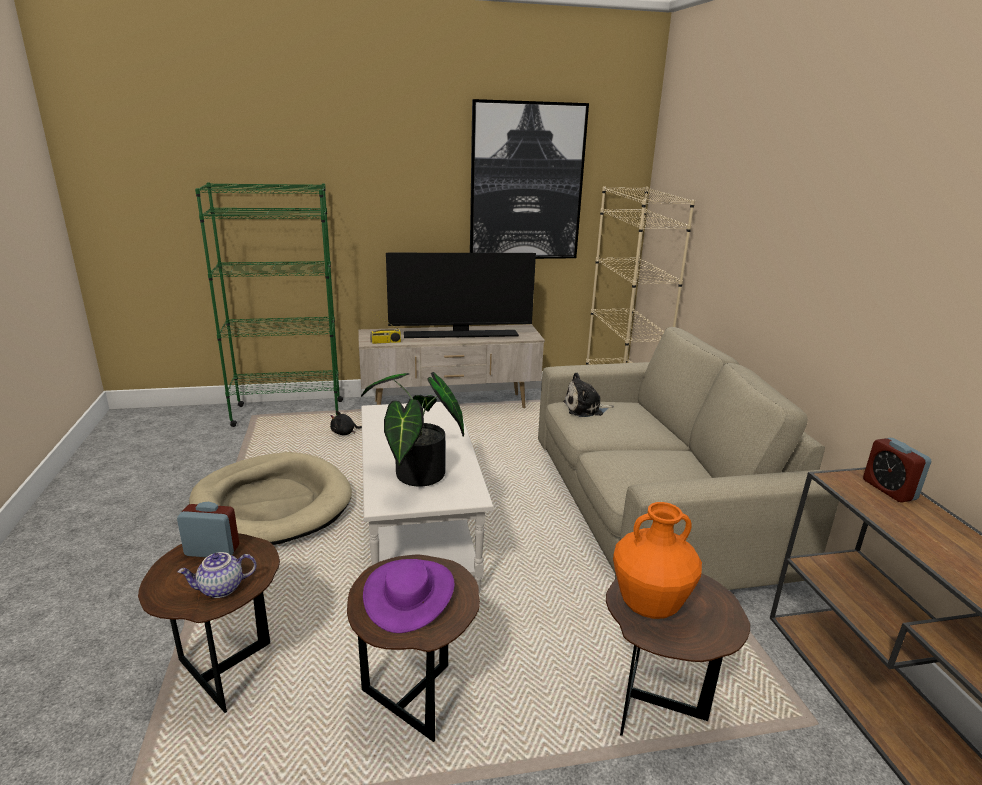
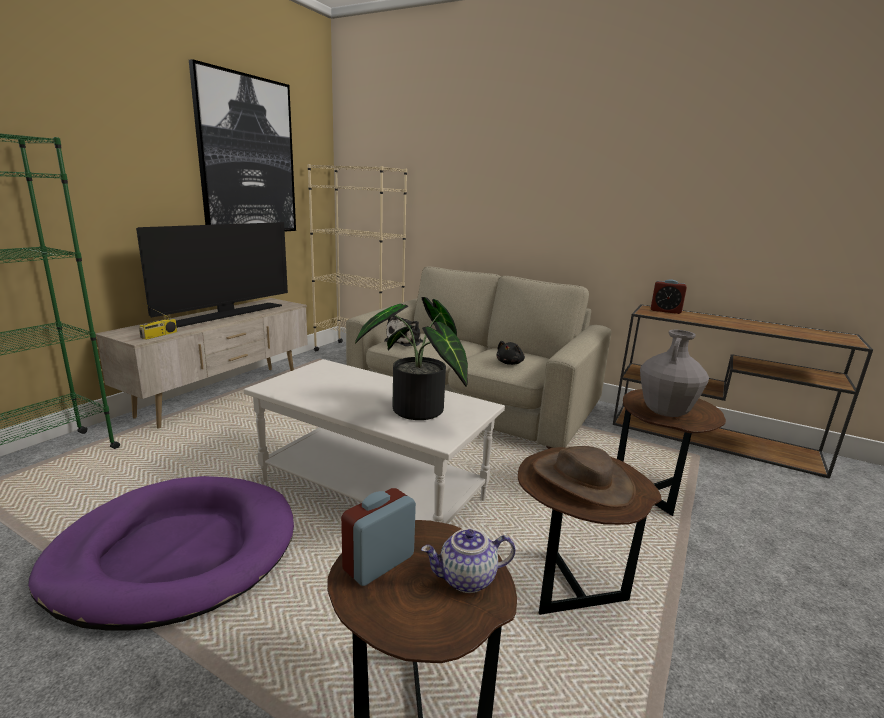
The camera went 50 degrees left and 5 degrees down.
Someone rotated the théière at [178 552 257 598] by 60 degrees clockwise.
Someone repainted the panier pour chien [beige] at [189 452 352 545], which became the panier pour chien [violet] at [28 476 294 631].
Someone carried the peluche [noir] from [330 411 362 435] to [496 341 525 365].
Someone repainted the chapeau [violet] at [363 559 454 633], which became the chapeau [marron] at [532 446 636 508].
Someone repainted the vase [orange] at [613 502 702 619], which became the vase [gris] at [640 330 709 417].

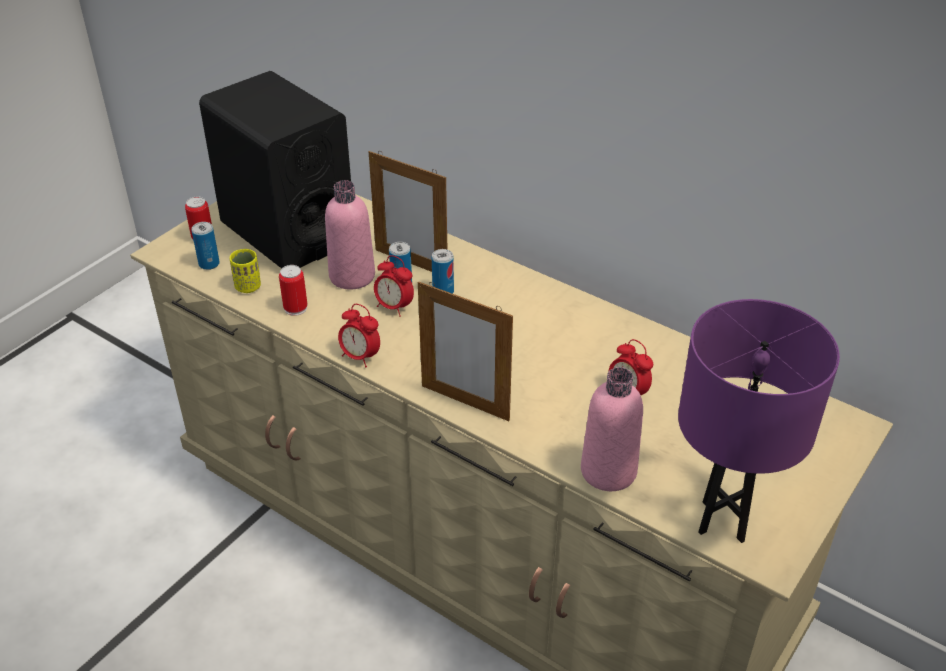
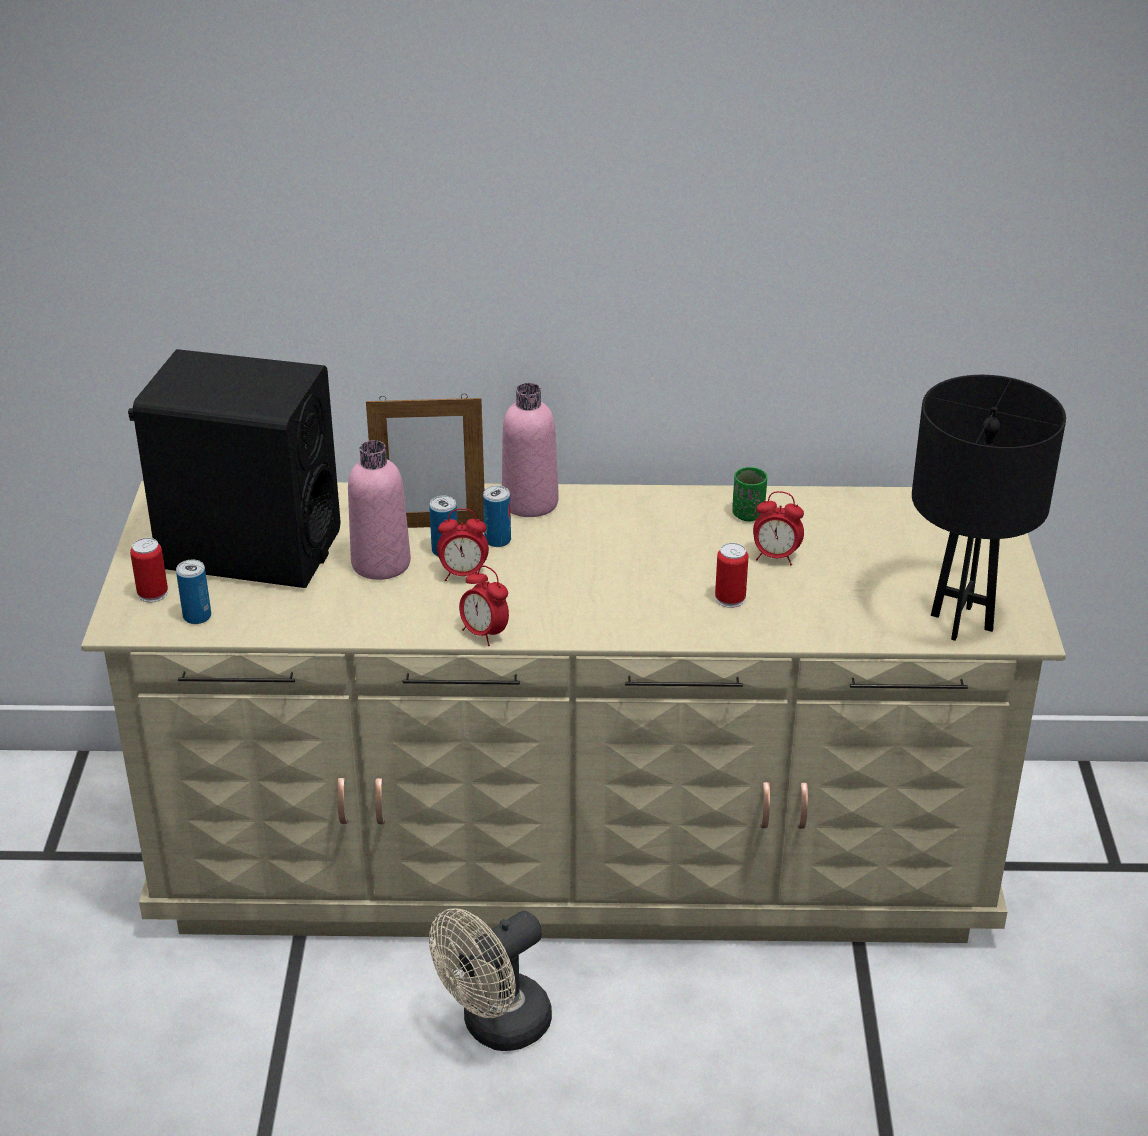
The camera went 35 degrees left and 5 degrees down.
Someone took away the tasse [jaune] at [230 249 261 293].
Someone carried the boîte métallique from [279 265 307 316] to [715 543 748 608].
Someone rotated the réveil at [338 304 380 367] by 45 degrees clockwise.
Someone took away the cadre photo at [418 281 513 421].
Someone carried the bouteille [rose] from [581 367 643 491] to [502 383 559 517].
Someone repainted the lampe de table [violet] at [678 299 840 543], which became the lampe de table [noir] at [912 375 1066 641].
Someone put down the ventilateur [beige] at [429 908 552 1051].
Someone put down the tasse [vert] at [732 467 767 521].

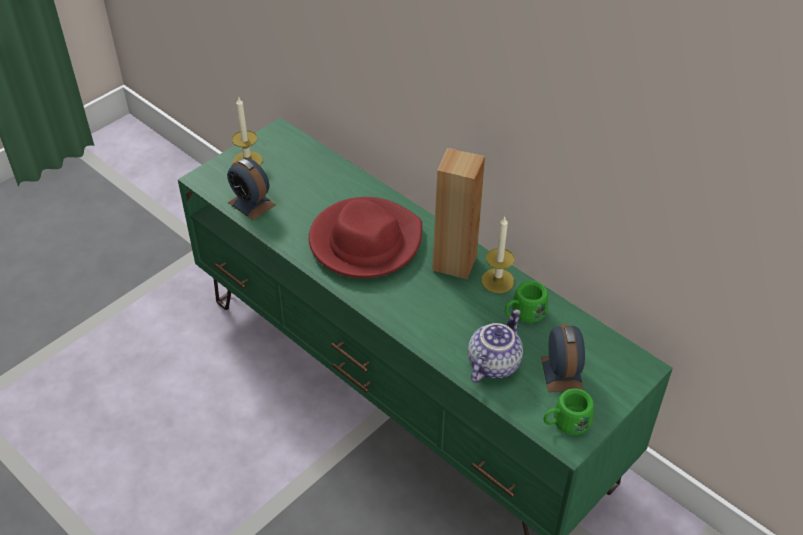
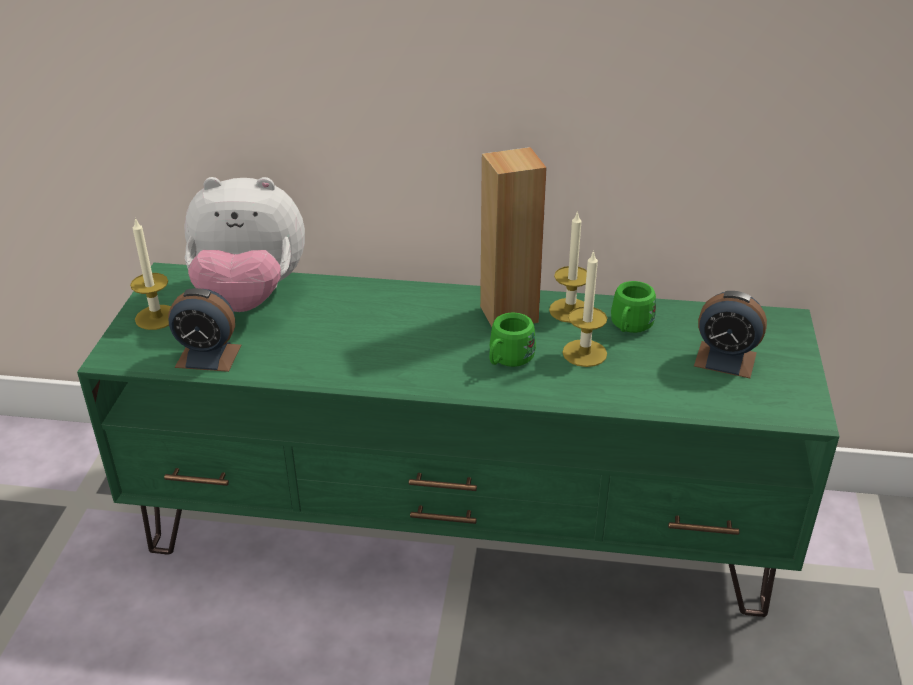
The camera went 35 degrees left and 10 degrees down.
Someone took away the chapeau [rouge] at [309 197 422 278].
Someone took away the théière at [468 309 523 383].
Someone rotated the réveil at [541 324 585 392] by 150 degrees clockwise.
Someone carried the mug [vert] from [544 388 594 435] to [489 313 536 367].
Someone put down the peluche at [184 177 305 312].
Someone put down the bougie at [562 250 607 367].

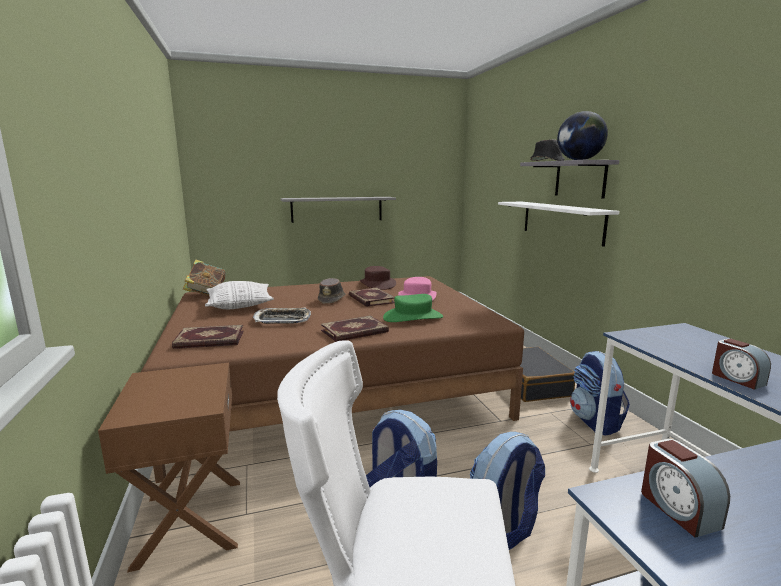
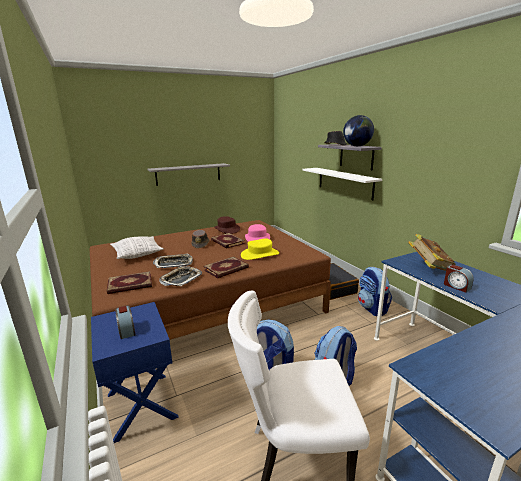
The camera went 10 degrees left and 5 degrees up.
Someone repainted the table de chevet [marron] at [98 363 240 572], which became the table de chevet [bleu] at [91 302 179 443].
Someone carried the livre from [183 259 226 296] to [408 234 455 271].
Someone repainted the chapeau [vert] at [383 294 443 322], which became the chapeau [jaune] at [241 239 279 260].
Someone carried the réveil from [641 439 730 538] to [115 306 136 339].
Someone put down the plateau at [159 266 202 286].

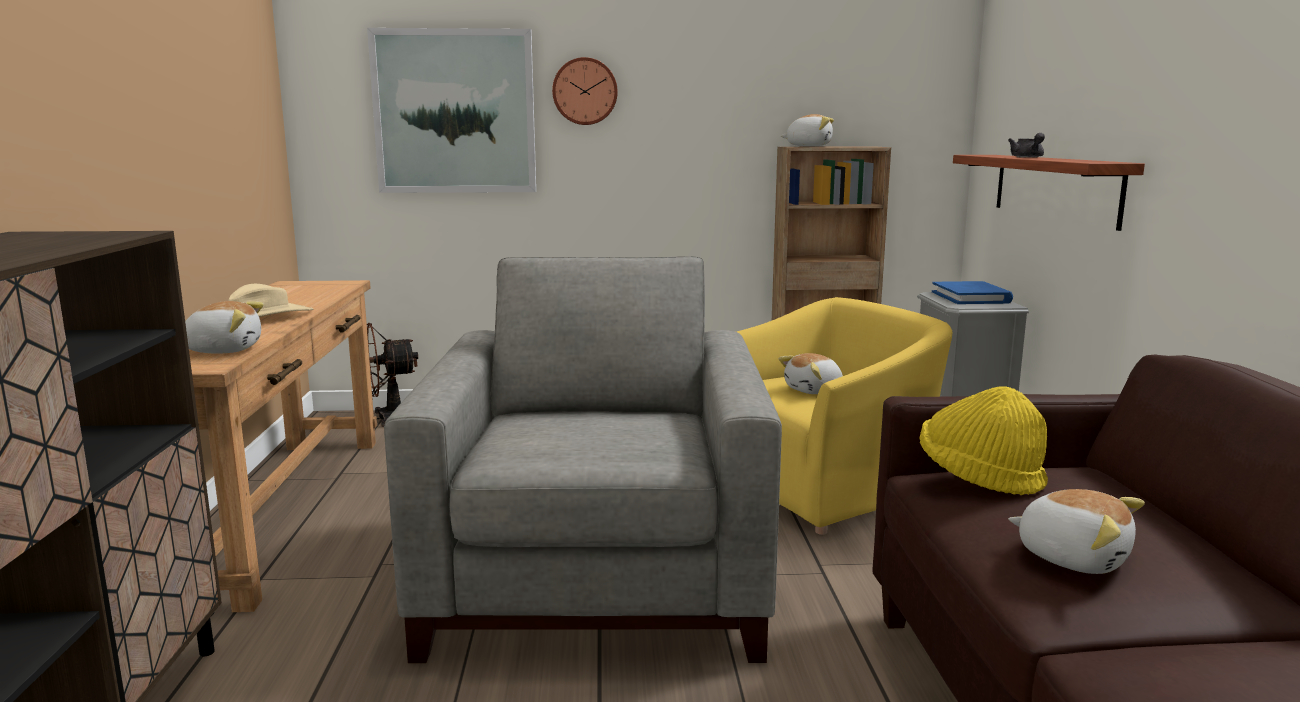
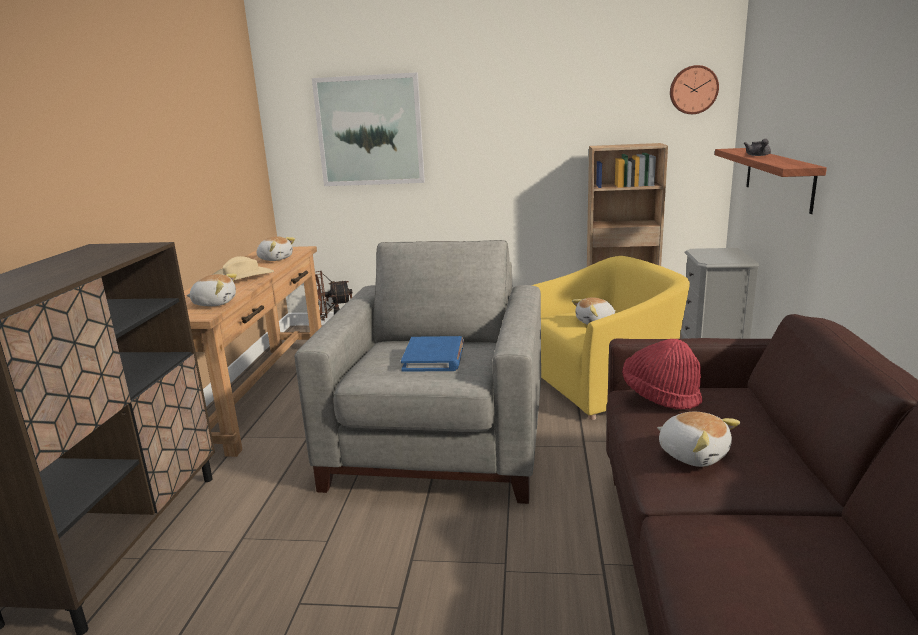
The camera went 10 degrees right and 5 degrees up.
Someone carried the horloge murale from [552 57 618 125] to [670 65 719 114].
Someone carried the peluche from [781 114 834 147] to [257 236 295 261].
Someone repainted the chapeau [jaune] at [920 386 1048 495], which became the chapeau [rouge] at [622 339 703 410].
Someone carried the livre [bleu] from [932 281 1013 304] to [401 336 464 372].

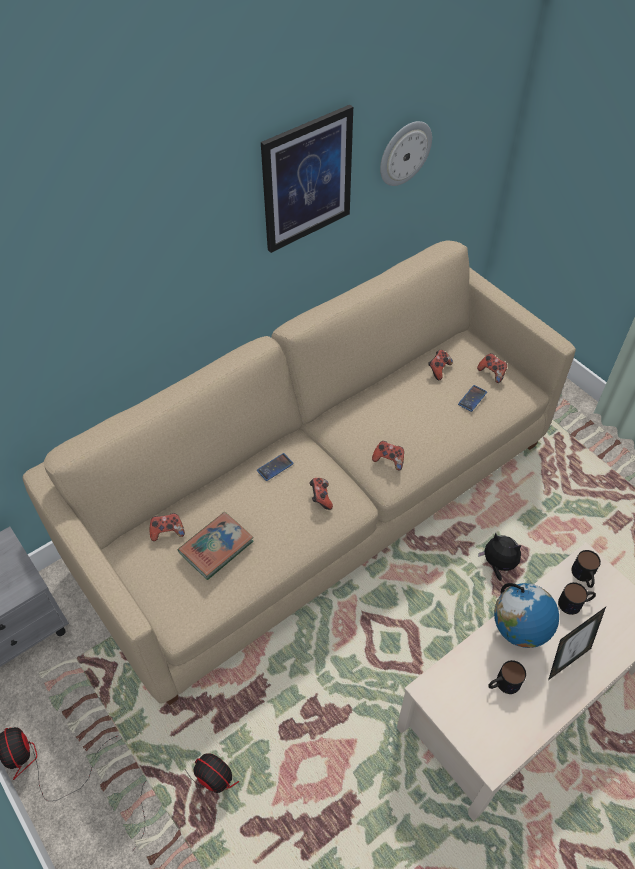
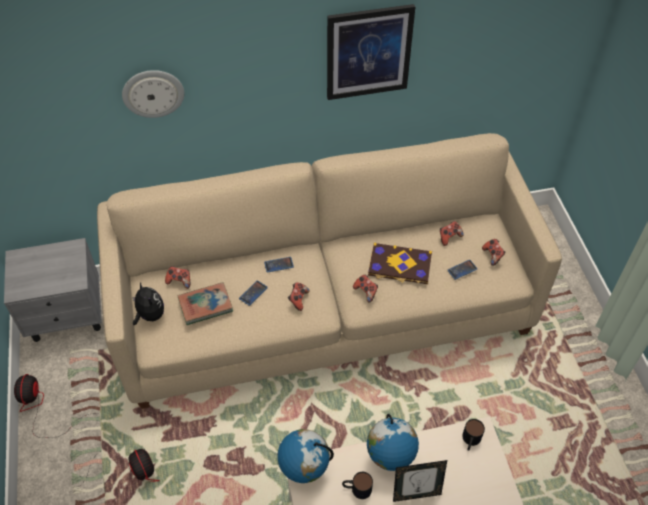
The camera went 25 degrees right and 0 degrees up.
Someone carried the horloge murale from [380 121 432 186] to [122 70 184 118].
Someone carried the peluche from [478 533 521 581] to [132 281 164 325].
Someone took away the mug at [558 582 596 615].
Someone put down the téléphone at [239 280 268 306].
Someone put down the globe at [277 429 334 483].
Someone put down the livre at [368 243 432 284].

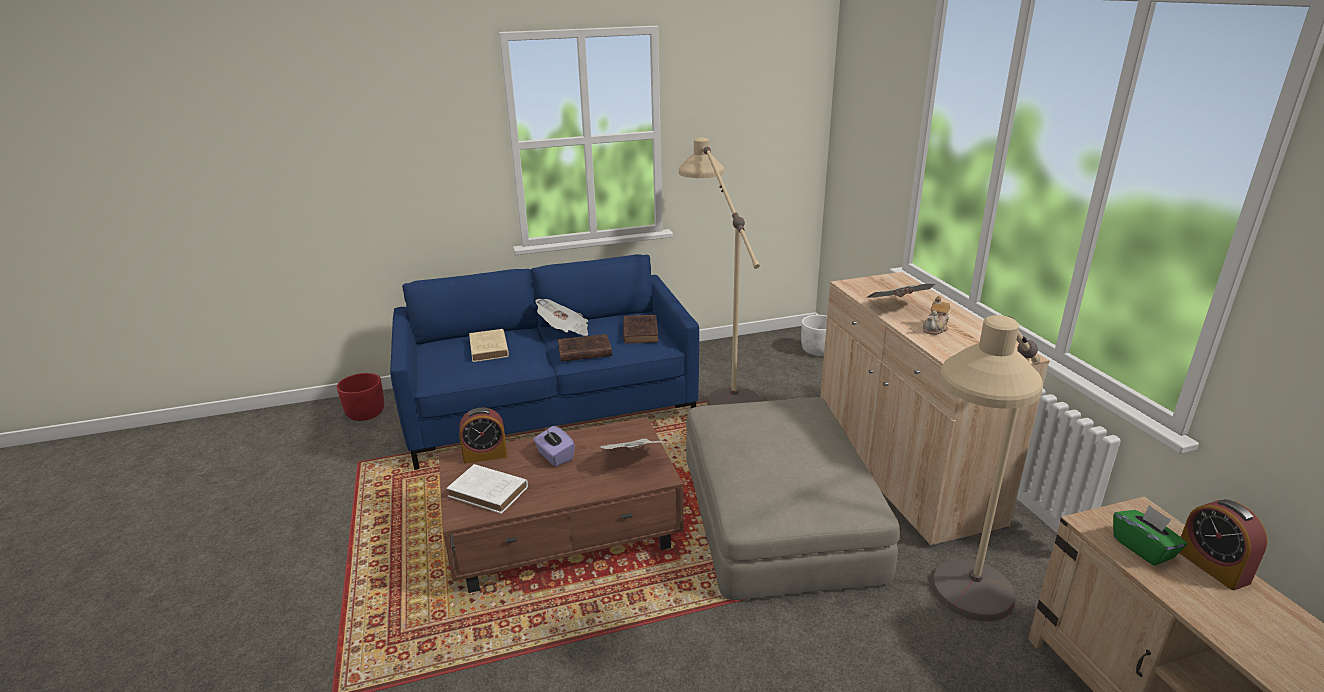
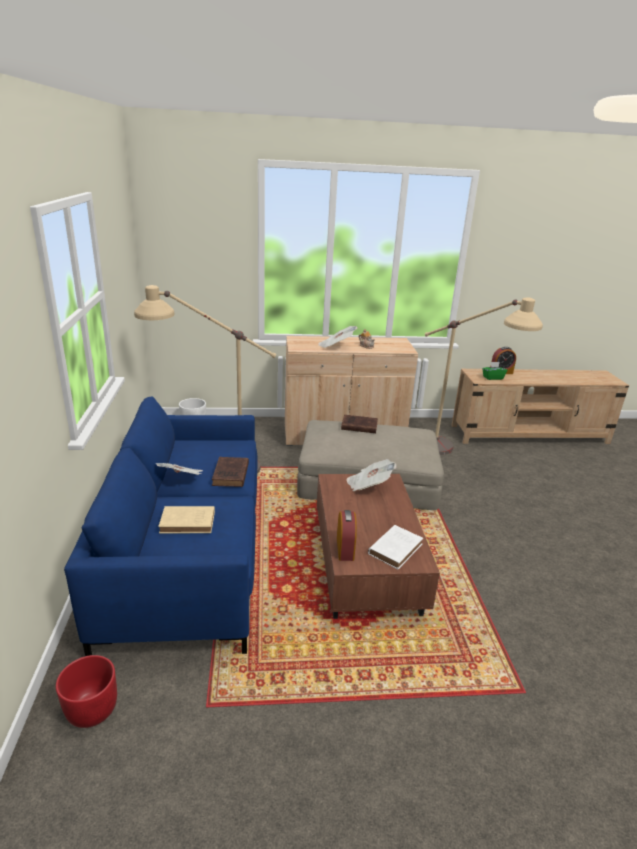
The camera went 80 degrees left and 0 degrees up.
Someone took away the boîte à mouchoirs [violet] at [533 426 575 467].
Someone carried the livre [marron] from [623 315 658 344] to [341 415 378 433].

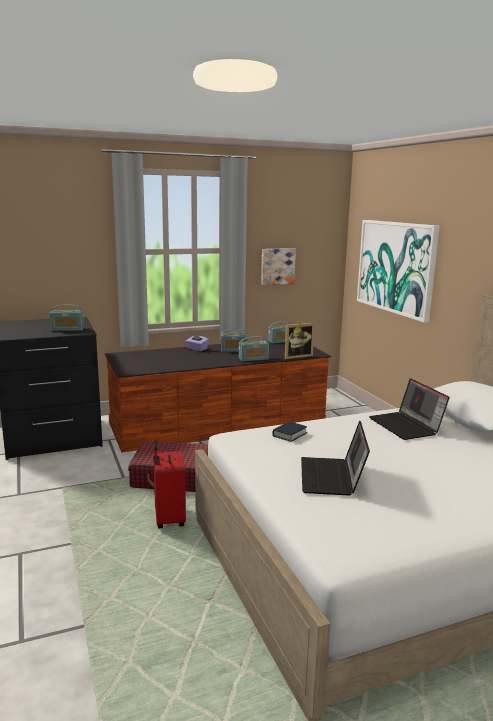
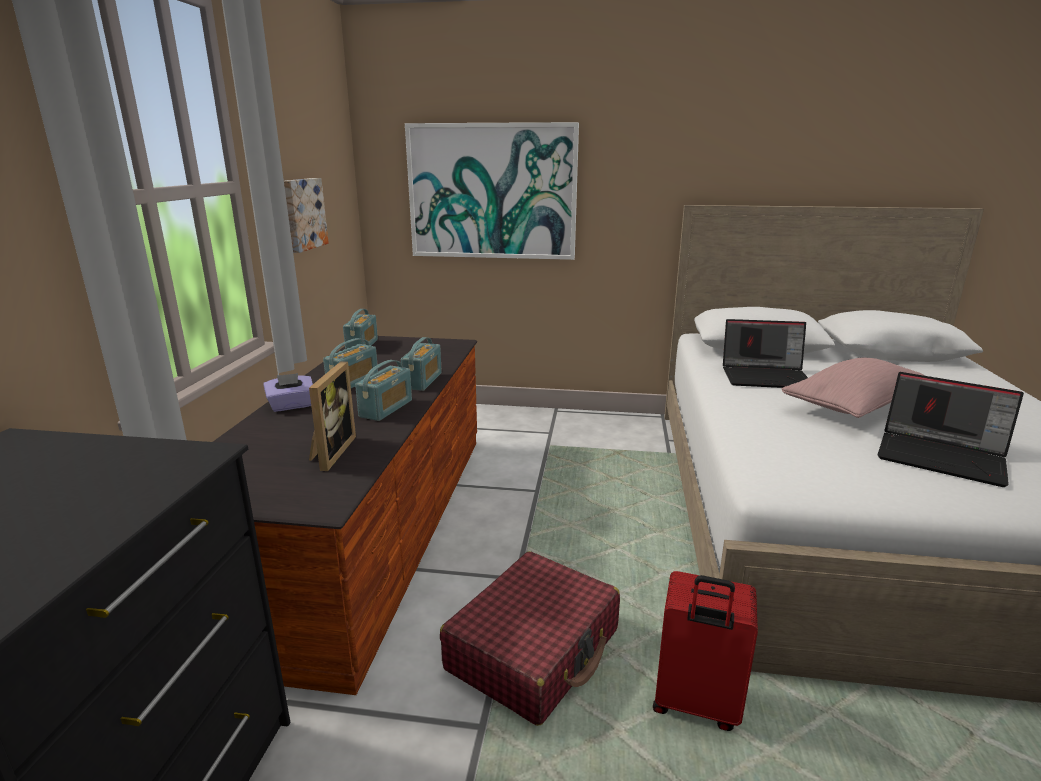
The camera went 60 degrees left and 5 degrees up.
Someone carried the radio from [50 305 84 331] to [355 360 412 421].
Someone took away the livre at [272 421 307 442].
Someone carried the cadre photo from [285 323 315 359] to [309 361 356 471].
Someone put down the coussin [rose] at [782 358 925 418].

